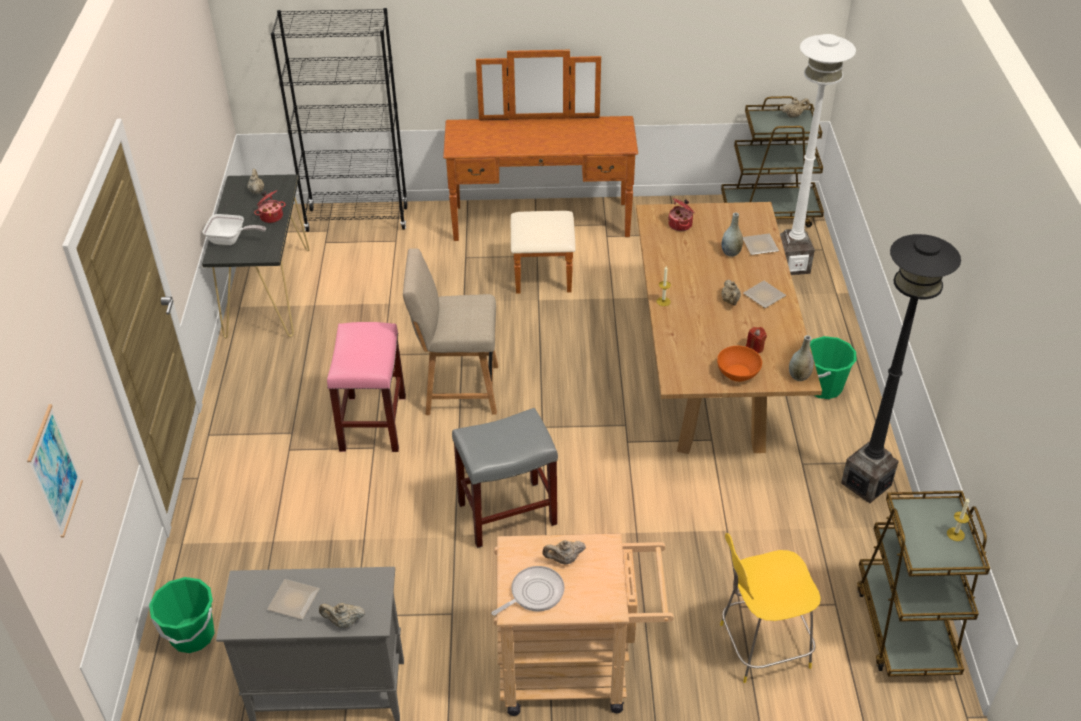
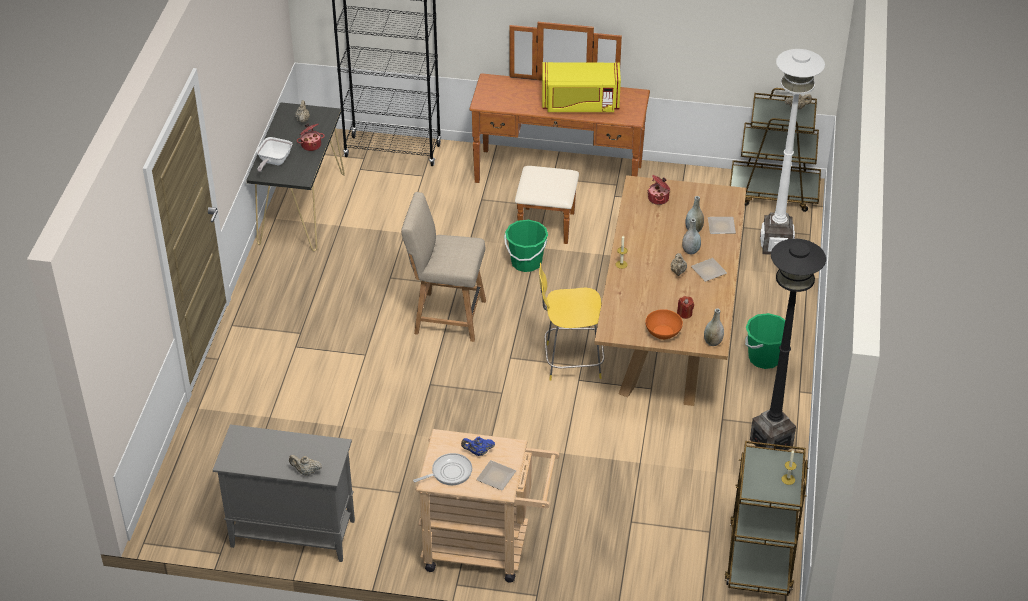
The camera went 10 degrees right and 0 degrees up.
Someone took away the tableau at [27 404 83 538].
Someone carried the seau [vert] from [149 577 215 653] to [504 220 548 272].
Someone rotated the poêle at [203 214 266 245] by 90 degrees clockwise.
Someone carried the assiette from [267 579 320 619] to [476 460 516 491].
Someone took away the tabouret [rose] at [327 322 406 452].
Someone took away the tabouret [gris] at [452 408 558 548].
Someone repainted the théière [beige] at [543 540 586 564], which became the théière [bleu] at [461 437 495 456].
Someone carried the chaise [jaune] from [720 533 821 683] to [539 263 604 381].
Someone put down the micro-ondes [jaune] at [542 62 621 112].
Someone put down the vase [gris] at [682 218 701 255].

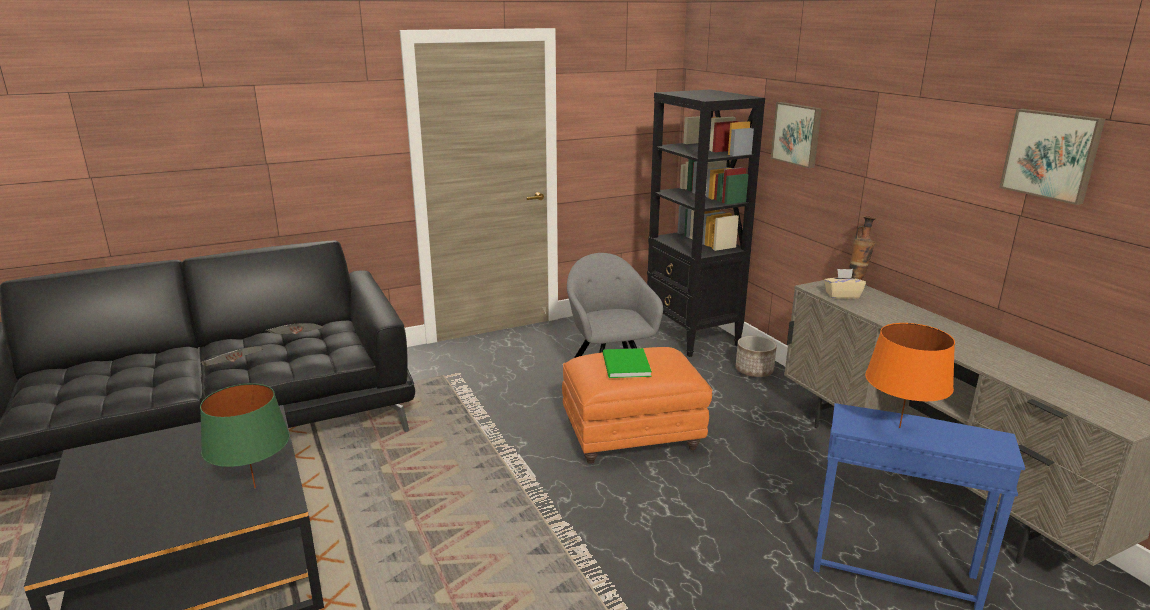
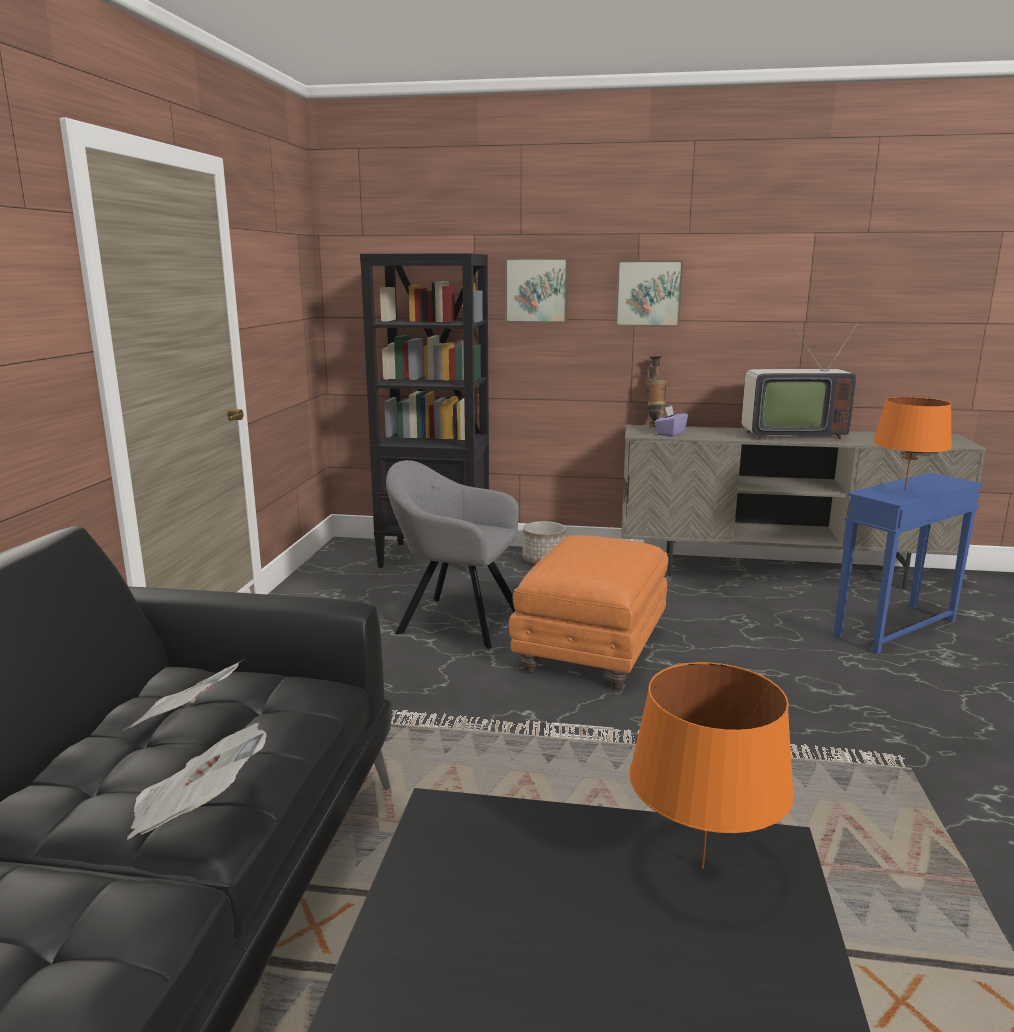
The camera went 55 degrees left and 5 degrees down.
Someone repainted the lampe de table [vert] at [200 383 290 488], which became the lampe de table [orange] at [629 662 794 869].
Someone took away the livre [vert] at [603 348 652 378].
Someone repainted the boîte à mouchoirs [beige] at [824 269 866 299], which became the boîte à mouchoirs [violet] at [654 406 688 437].
Someone carried the tableau from [999 109 1105 205] to [615 261 683 327].
Someone put down the téléviseur at [742 322 859 440].

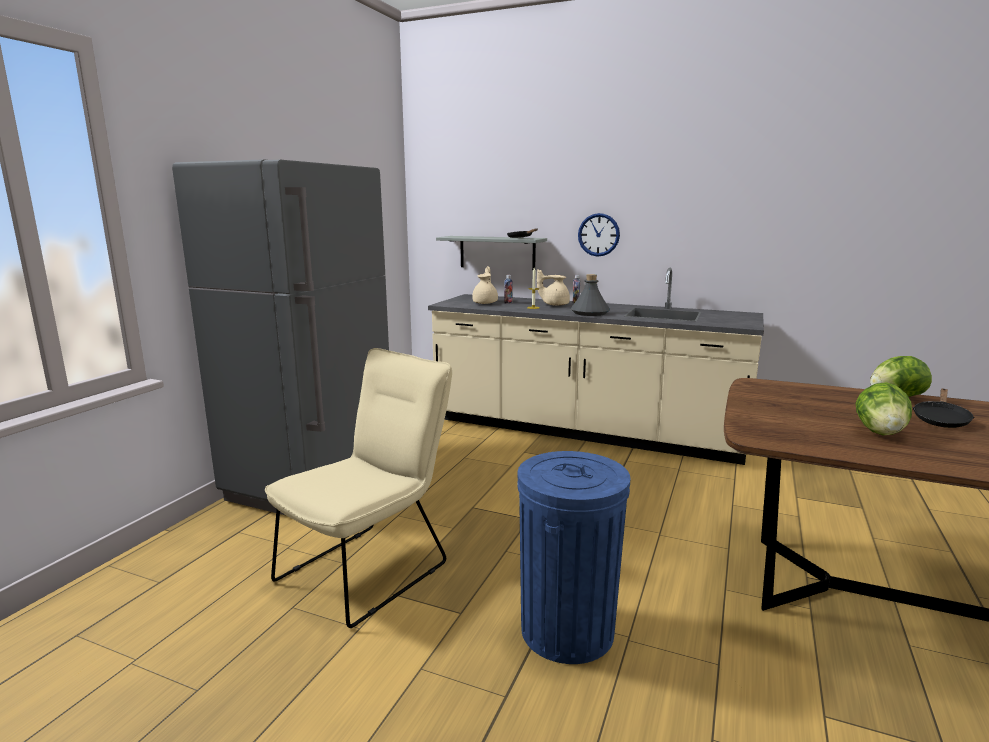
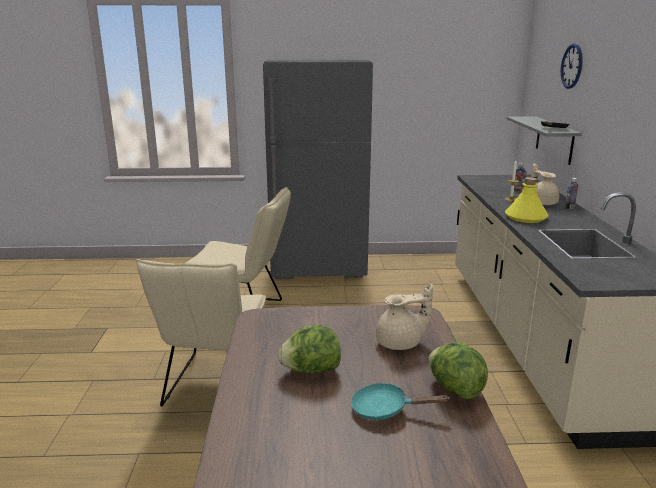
The camera went 65 degrees right and 5 degrees up.
Someone carried the théière [beige] from [472 266 498 304] to [376 284 433 350].
Someone swapped the poubelle [bleu] at [517 451 630 664] for the chaise [beige] at [136 259 266 406].
Someone repainted the bouteille [gris] at [570 274 610 316], which became the bouteille [jaune] at [505 177 549 223].
Someone carried the horloge murale from [578 213 620 257] to [561 44 583 89].
Someone repainted the poêle [noir] at [913 389 974 428], which became the poêle [turquoise] at [351 383 450 420].

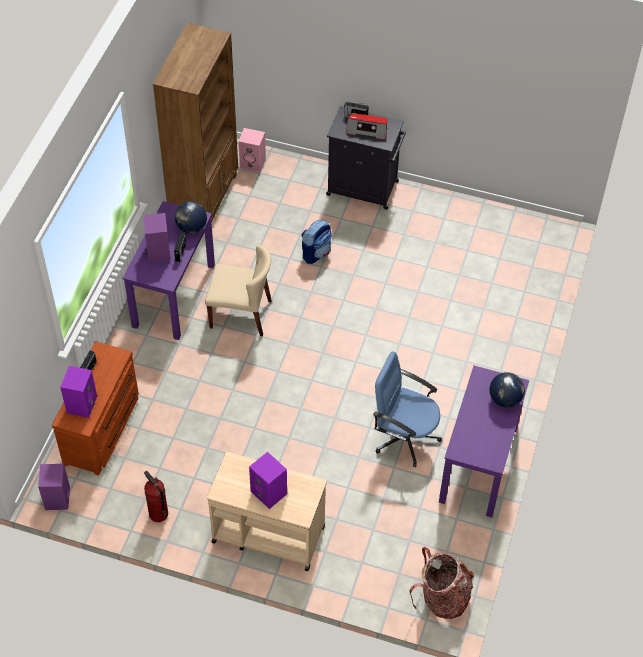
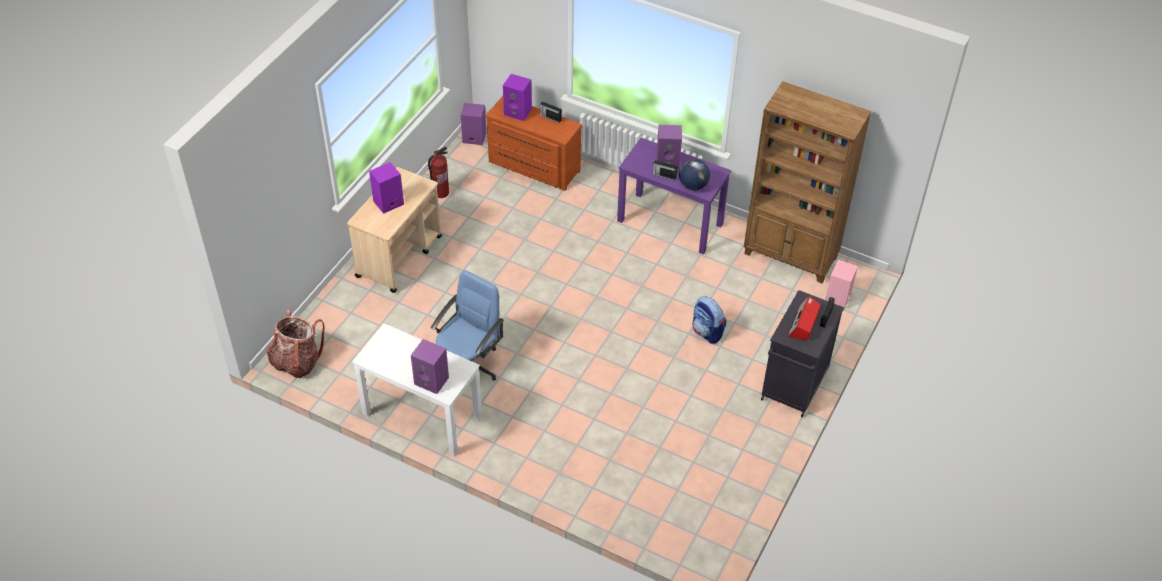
The camera went 100 degrees right and 5 degrees down.
Someone took away the chaise [beige] at [205 245 272 336].
Someone repainted the bureau [violet] at [439 366 529 518], which became the bureau [blanc] at [352 323 482 456].
Someone swapped the globe at [490 372 525 408] for the enceinte [violet] at [411 339 449 394].

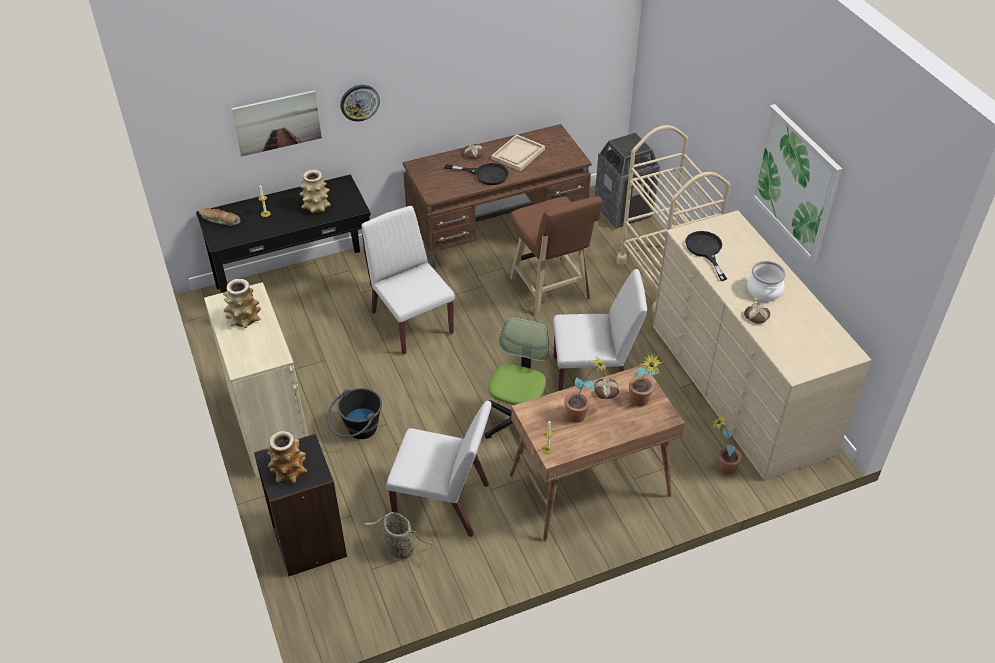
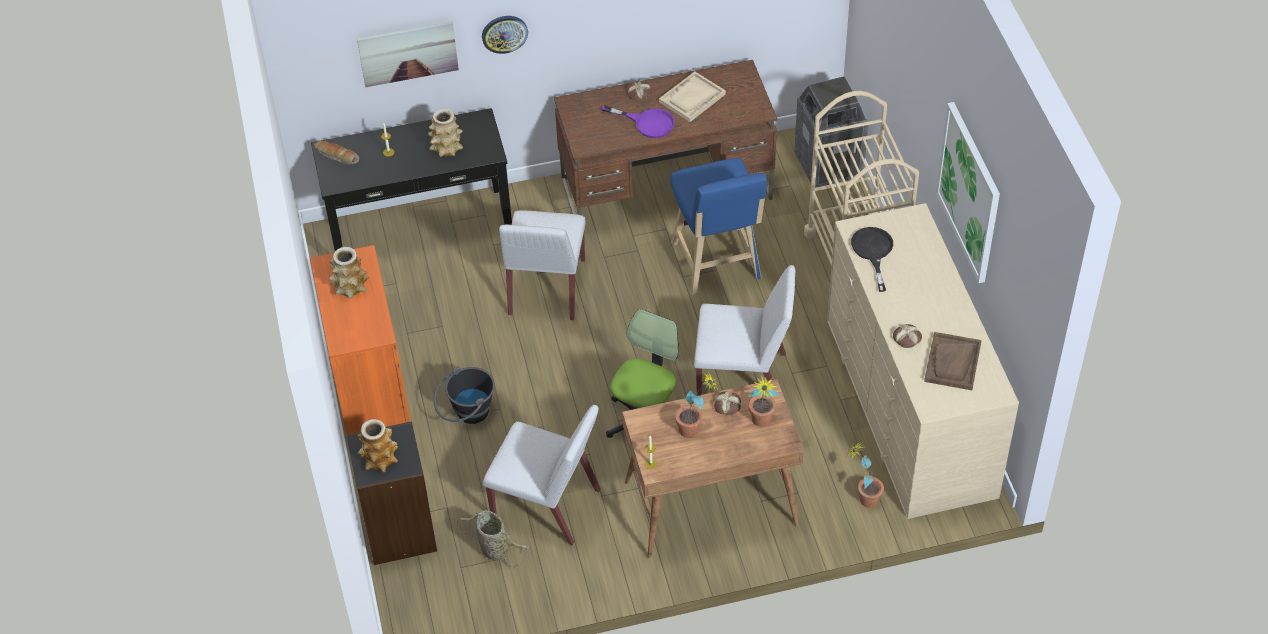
The camera went 10 degrees right and 5 degrees up.
Someone repainted the meuble de rangement [beige] at [204 282 308 478], which became the meuble de rangement [orange] at [310 245 410 435].
Someone rotated the chaise [blanc] at [361 206 455 354] by 150 degrees counterclockwise.
Someone repainted the poêle [noir] at [445 163 509 185], which became the poêle [violet] at [601 105 675 138].
Someone repainted the tabouret [marron] at [510 196 602 316], which became the tabouret [bleu] at [670 158 767 295].
Someone took away the marmite at [747 261 786 301].
Someone put down the plateau [marron] at [924 332 982 390].

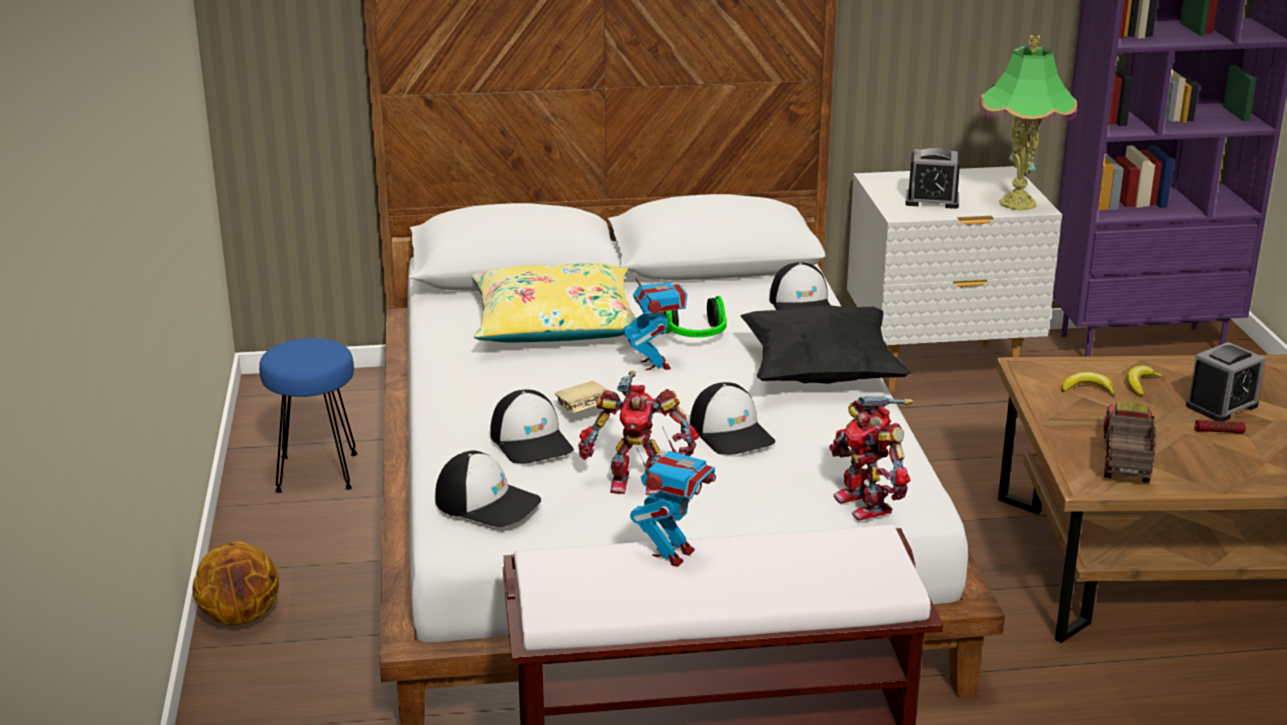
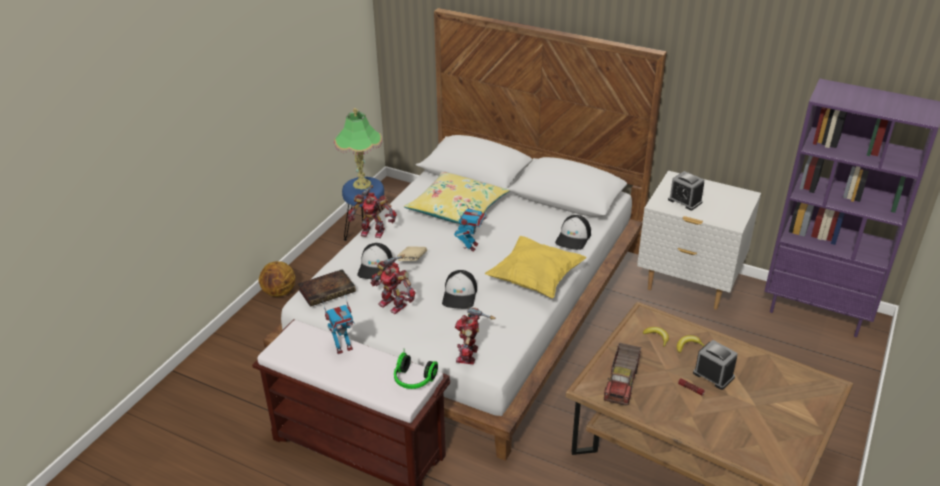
The camera went 35 degrees right and 10 degrees up.
Someone swapped the casquette at [435 450 541 527] for the livre at [298 269 356 307].
Someone carried the casque audio from [662 296 727 337] to [394 352 438 389].
Someone repainted the coussin [noir] at [741 305 911 384], which became the coussin [jaune] at [485 236 587 298].
Someone carried the lampe de table from [979 35 1078 211] to [334 108 382 189].
Someone rotated the camion jouet at [1104 401 1156 483] by 150 degrees clockwise.
Someone rotated the réveil at [1186 342 1265 422] by 135 degrees counterclockwise.
Someone put down the robot jouet at [348 185 397 238].

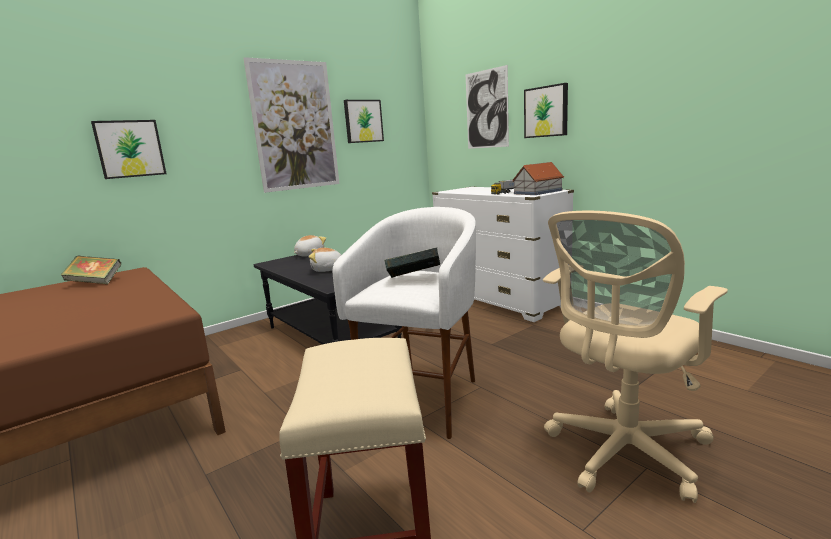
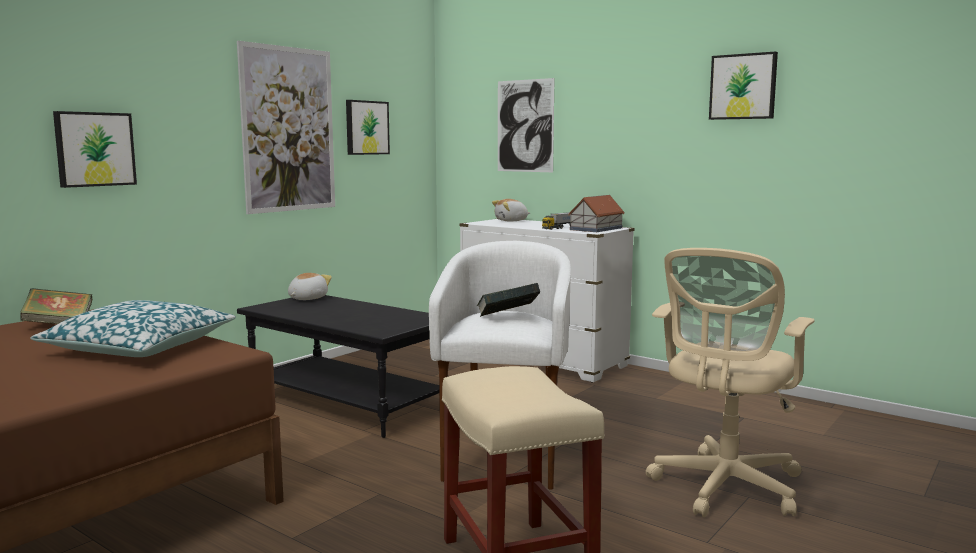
The camera went 15 degrees left and 5 degrees down.
Someone carried the peluche from [309 248 341 272] to [492 199 530 221].
Someone carried the tableau from [524 83 568 138] to [709 51 778 120].
Someone put down the coussin at [30 300 236 357].

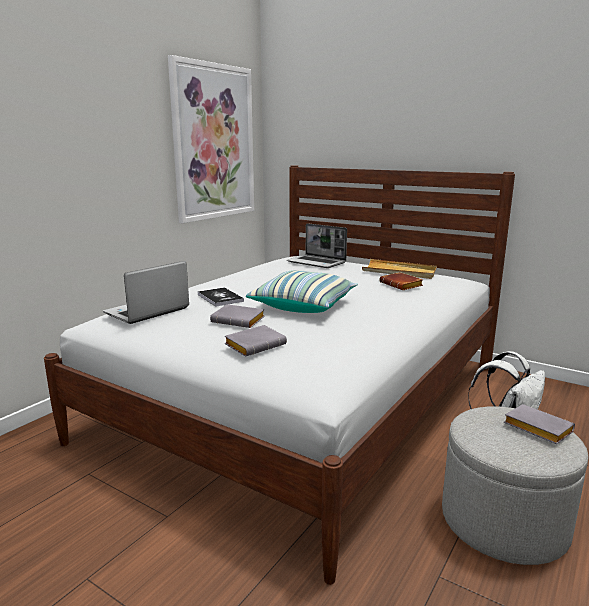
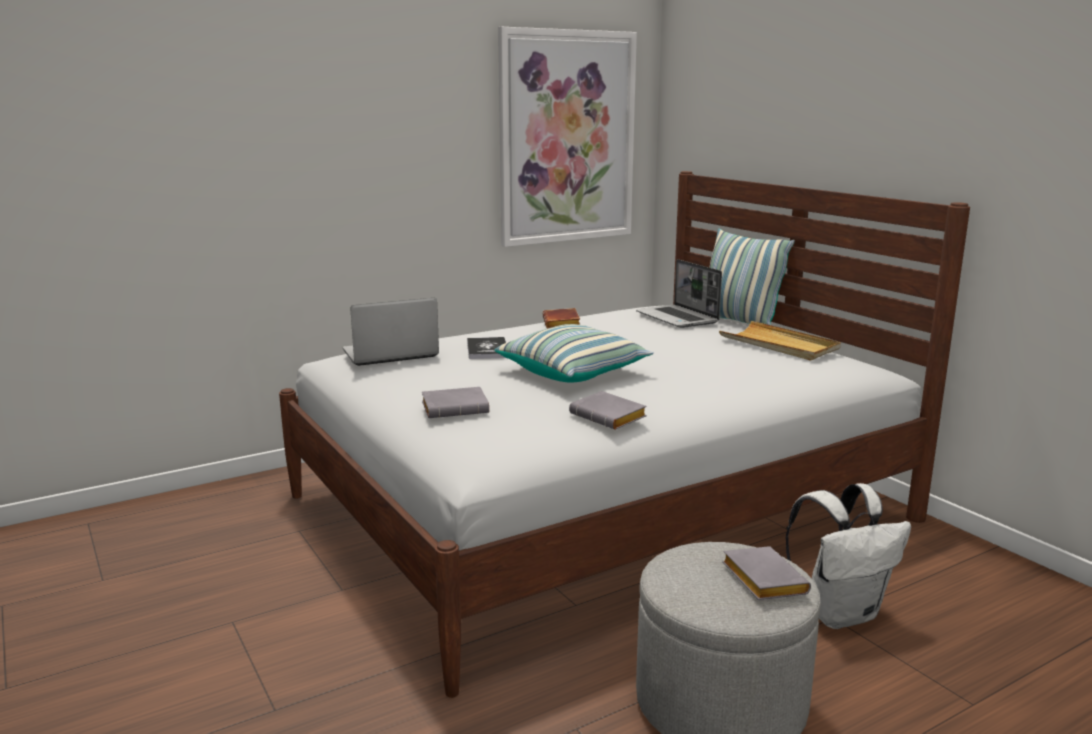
The camera went 25 degrees right and 0 degrees up.
Someone carried the livre [gris] from [210 304 265 328] to [569 391 647 430].
Someone carried the livre [marron] from [379 272 423 290] to [542 308 580 329].
Someone put down the coussin at [709 228 795 325].

